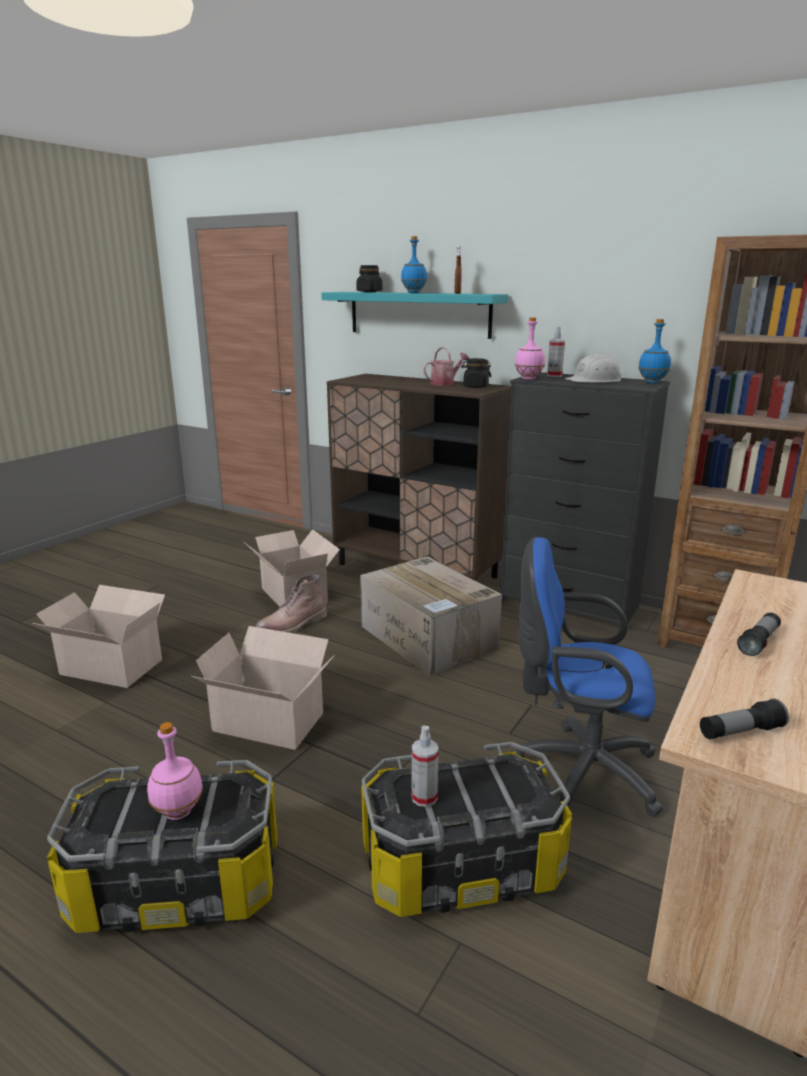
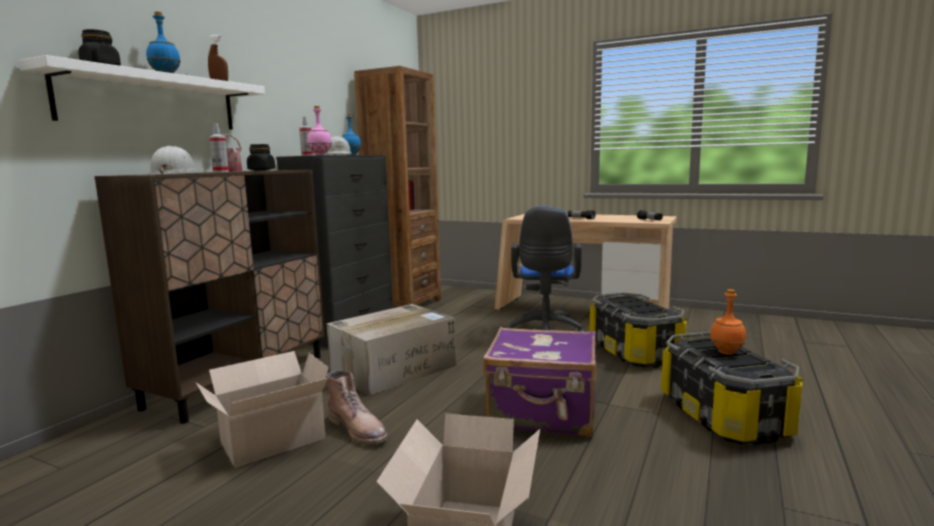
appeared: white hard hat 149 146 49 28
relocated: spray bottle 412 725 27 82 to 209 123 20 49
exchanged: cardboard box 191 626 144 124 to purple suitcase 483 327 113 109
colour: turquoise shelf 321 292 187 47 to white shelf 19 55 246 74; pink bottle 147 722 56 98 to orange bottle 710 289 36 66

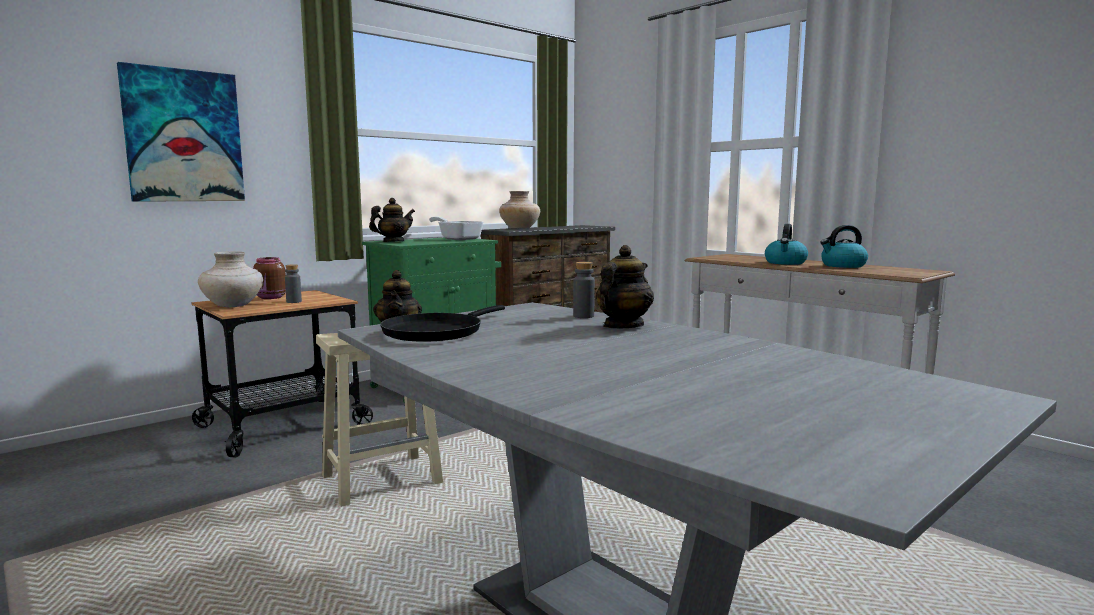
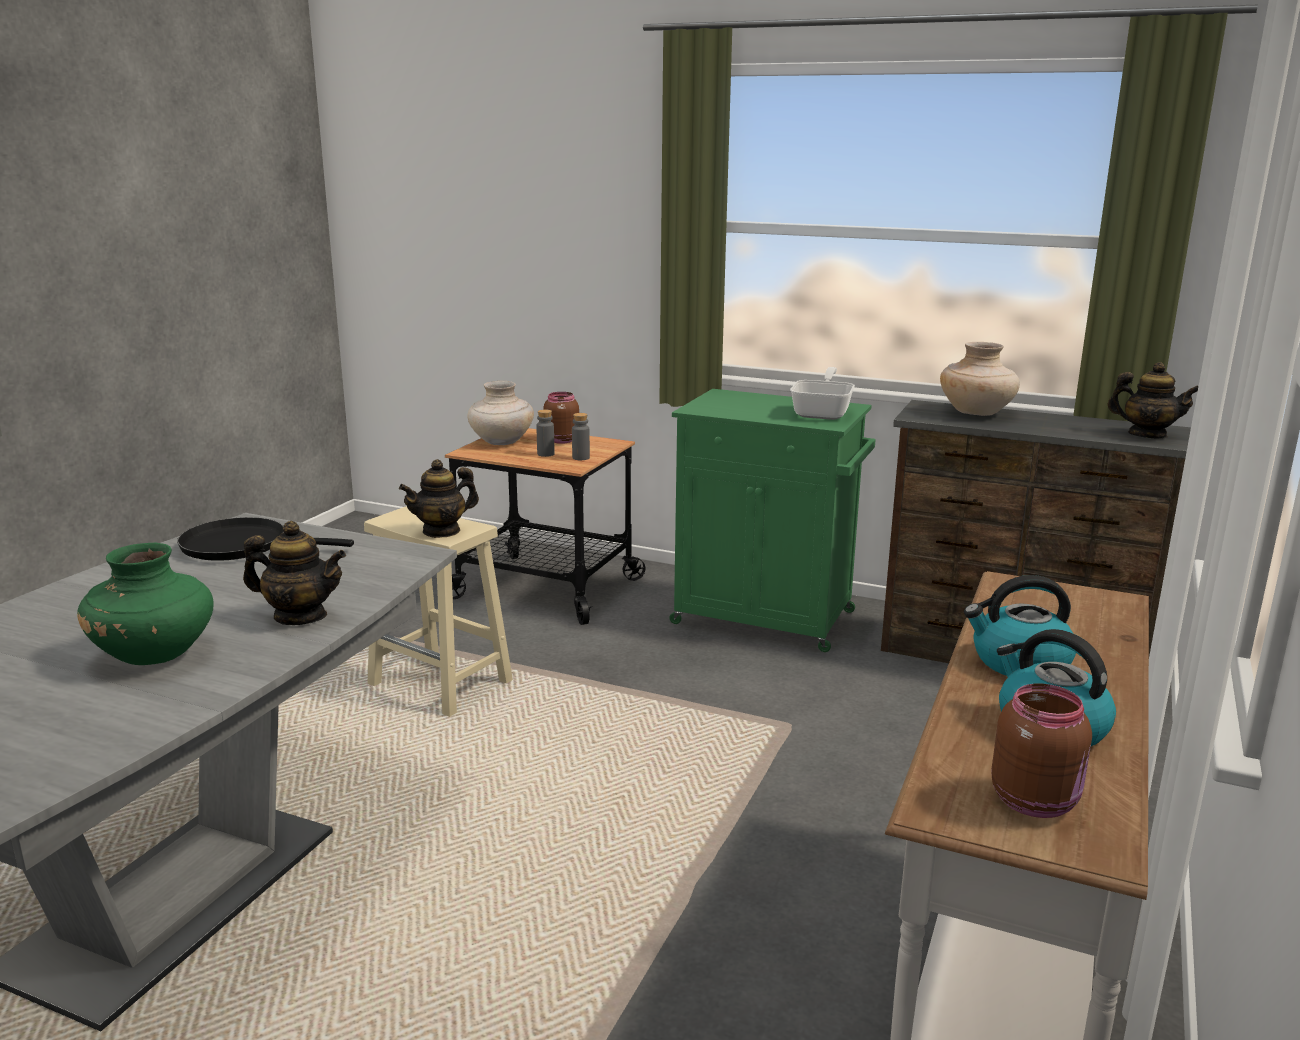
missing: picture 117 62 128 140
appeared: green vase 77 543 137 122; brown jar 991 684 101 134
relocated: teapot 369 198 46 44 to 1107 362 91 76; grey bottle 573 262 22 56 to 572 413 18 47

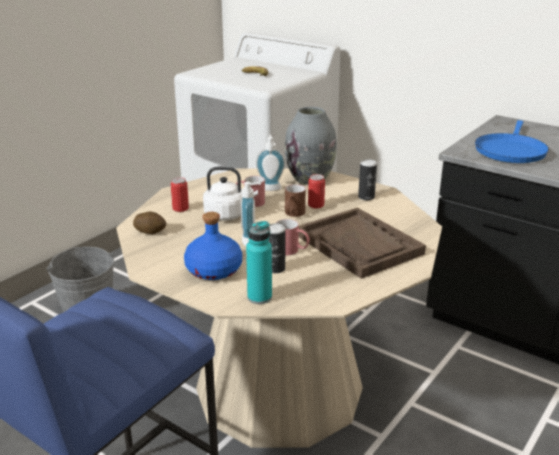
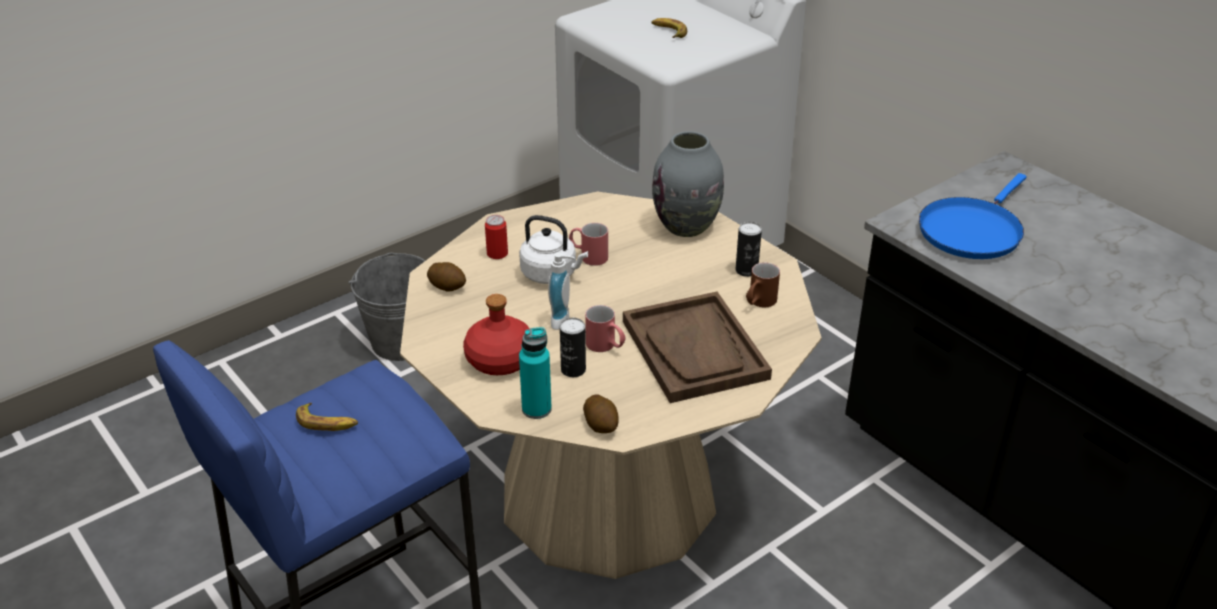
missing: soap dispenser 256 134 29 57; can 308 174 17 35
appeared: potato 583 394 36 39; banana 296 402 62 29
relocated: brown mug 285 184 21 33 to 746 262 34 45
colour: blue bottle 184 212 58 68 to red bottle 463 294 67 81

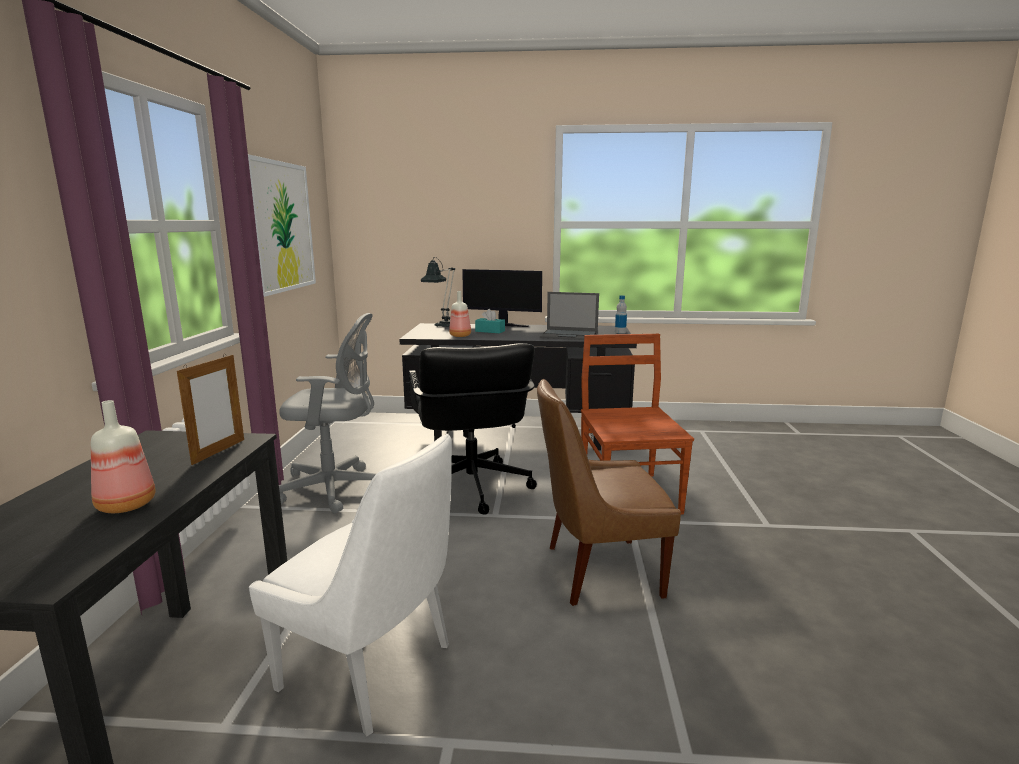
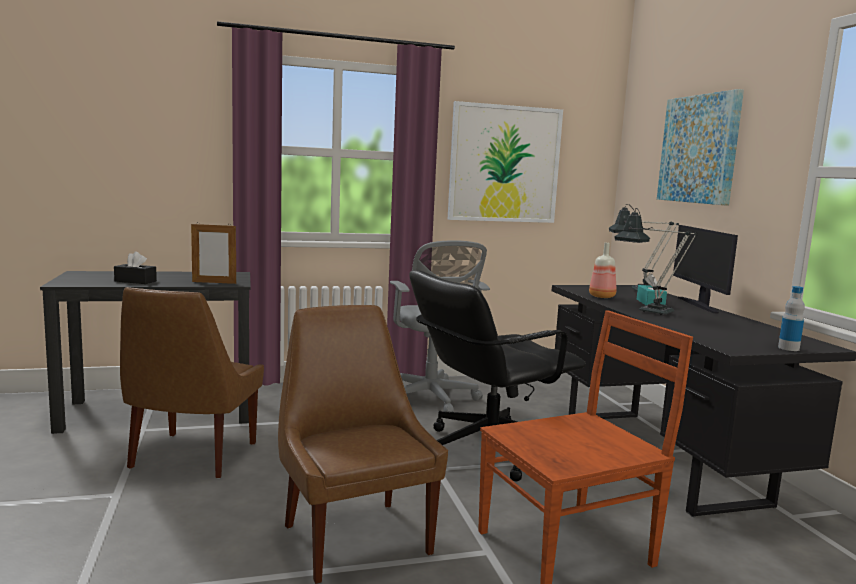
missing: laptop 540 292 59 48
appeared: picture 657 89 87 117; table lamp 614 208 84 107
exchanged: bottle 91 400 65 113 to black tissue box 114 251 43 33
colour: white chair 249 434 203 302 to brown chair 120 287 144 191

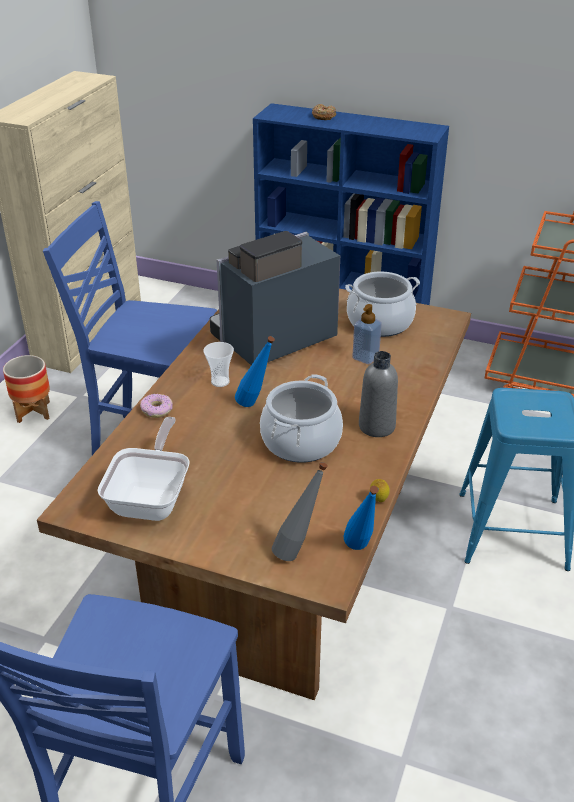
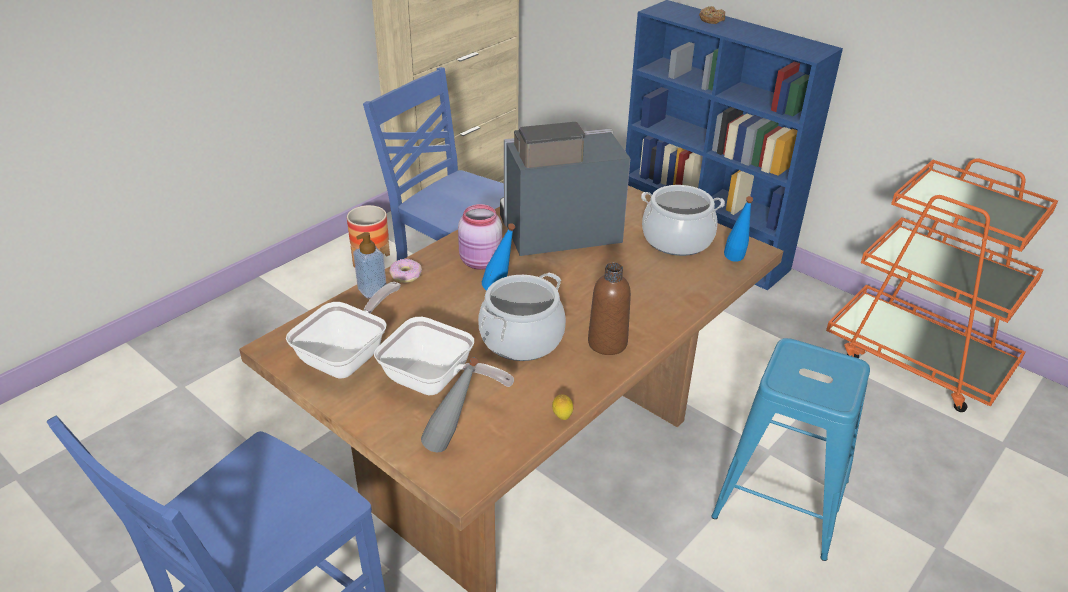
appeared: frying pan 374 317 140 78
relocated: soap dispenser 352 304 30 60 to 353 232 33 67; blue bottle 343 486 36 64 to 724 196 29 66
exchanged: cup 203 342 31 45 to pink jar 458 204 44 66
colour: grey bottle 359 351 39 86 to brown bottle 588 263 43 92

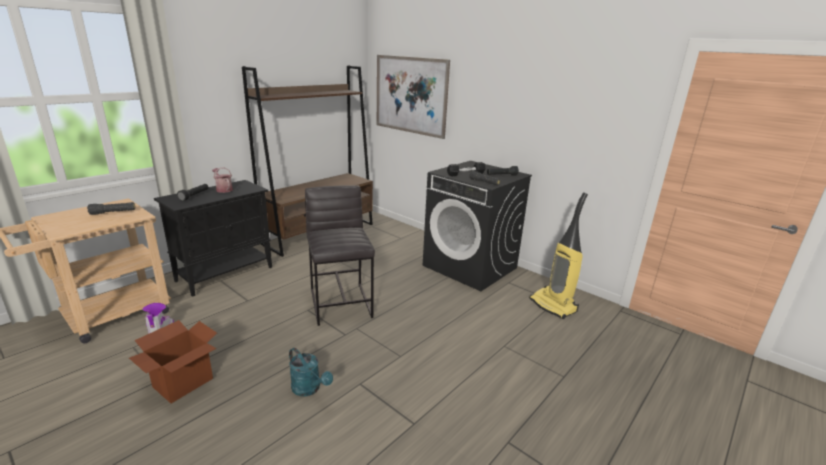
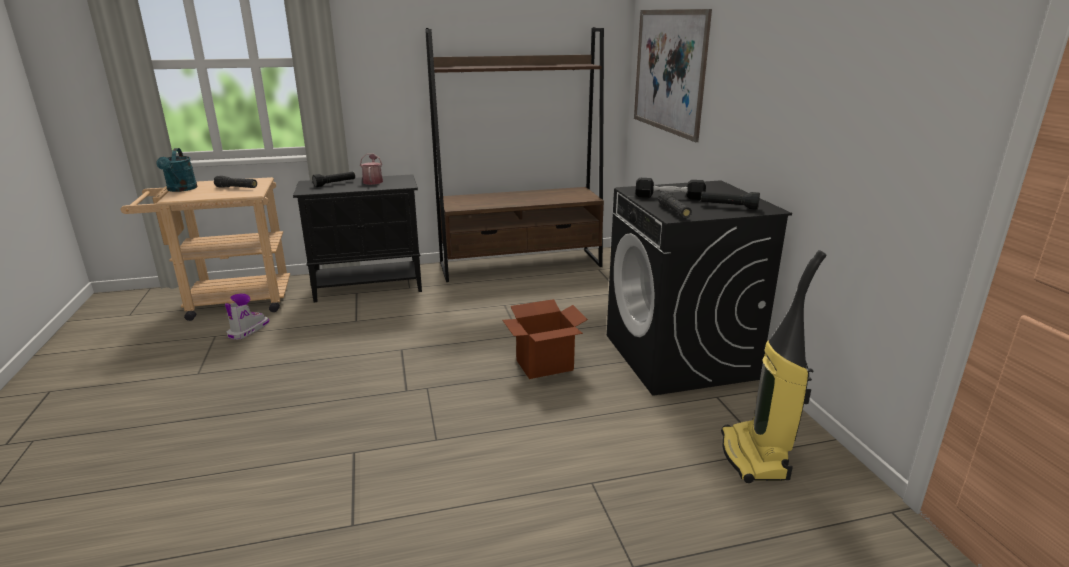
missing: grey stool 305 185 70 141
relocated: cardboard box 129 320 88 83 to 502 299 86 80; turquoise watering can 289 348 44 48 to 156 148 42 44

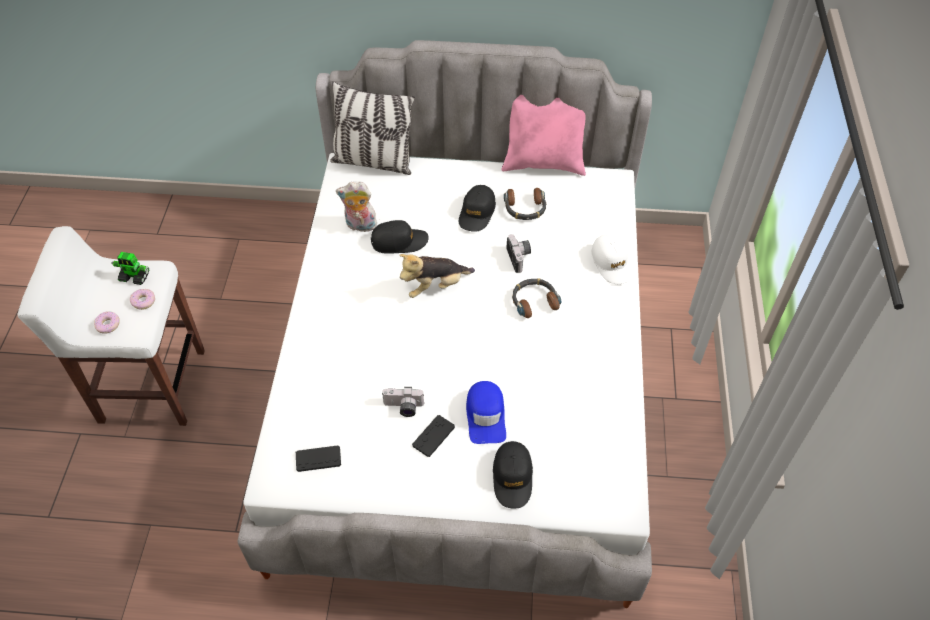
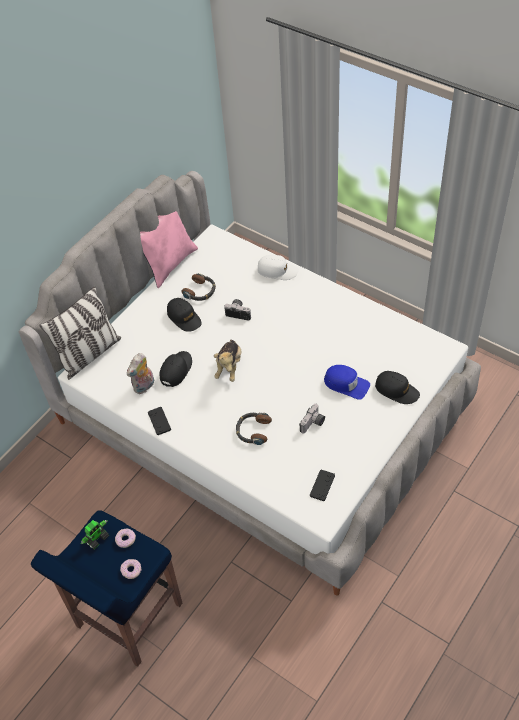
relocated: headphones 512 278 49 40 to 236 412 36 33; black game controller 412 415 43 42 to 148 407 23 28
colour: white stool 18 226 187 200 to blue stool 31 510 151 157

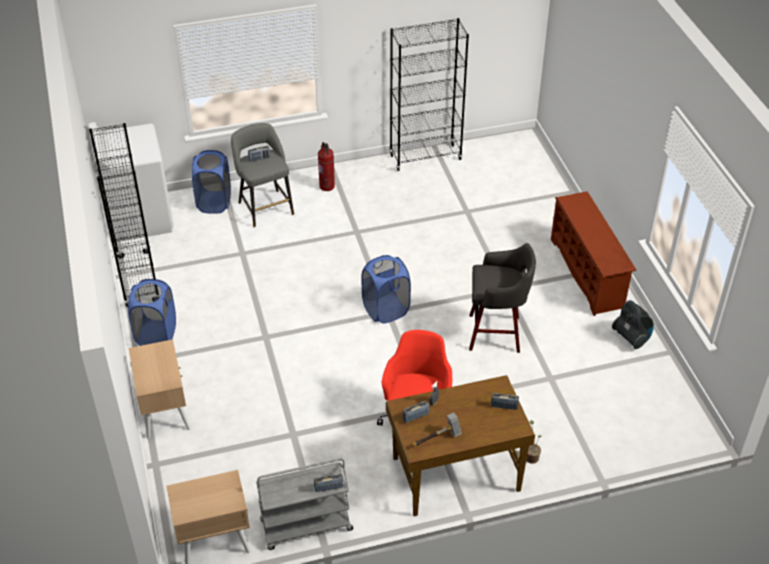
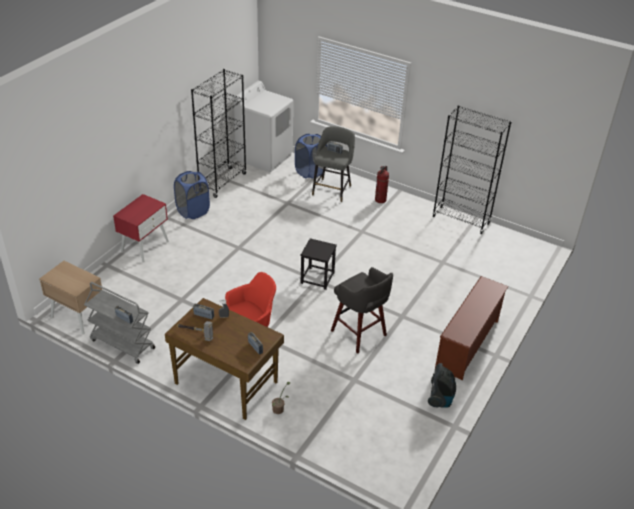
exchanged: blue laundry basket 361 255 50 69 to black stool 301 238 36 52
colour: beige nightstand 129 339 62 100 to red nightstand 113 194 56 68

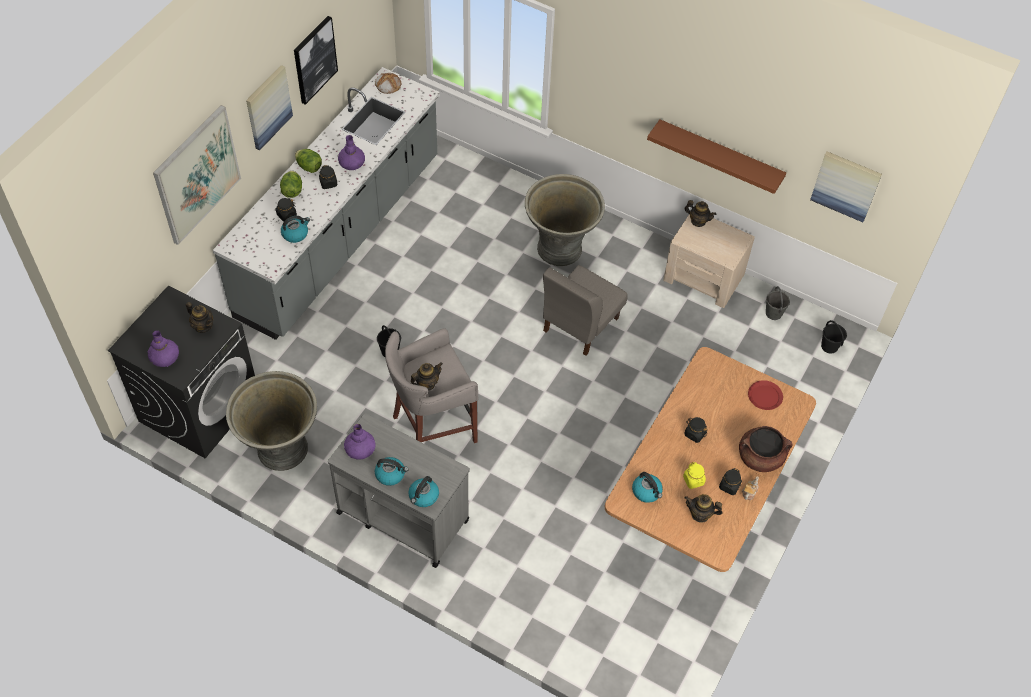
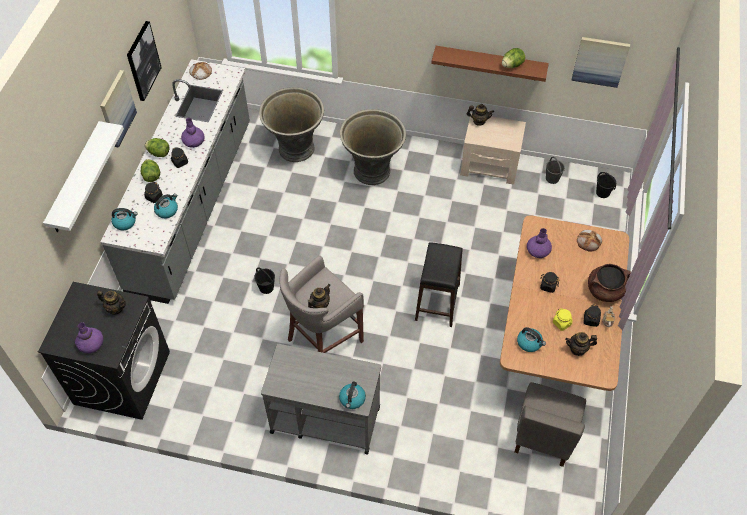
appeared: lettuce 502 48 23 20; black stool 415 242 48 85
relocated: grey chair 543 265 85 91 to 515 382 71 85; grey planter 226 371 91 100 to 259 87 65 75; purple vase 344 424 31 36 to 527 228 25 30; kettle 375 457 34 29 to 111 208 26 22
exchanged: picture 153 105 88 140 to white shelf 43 121 81 111; red plate 748 380 35 30 to bread 577 230 25 22

